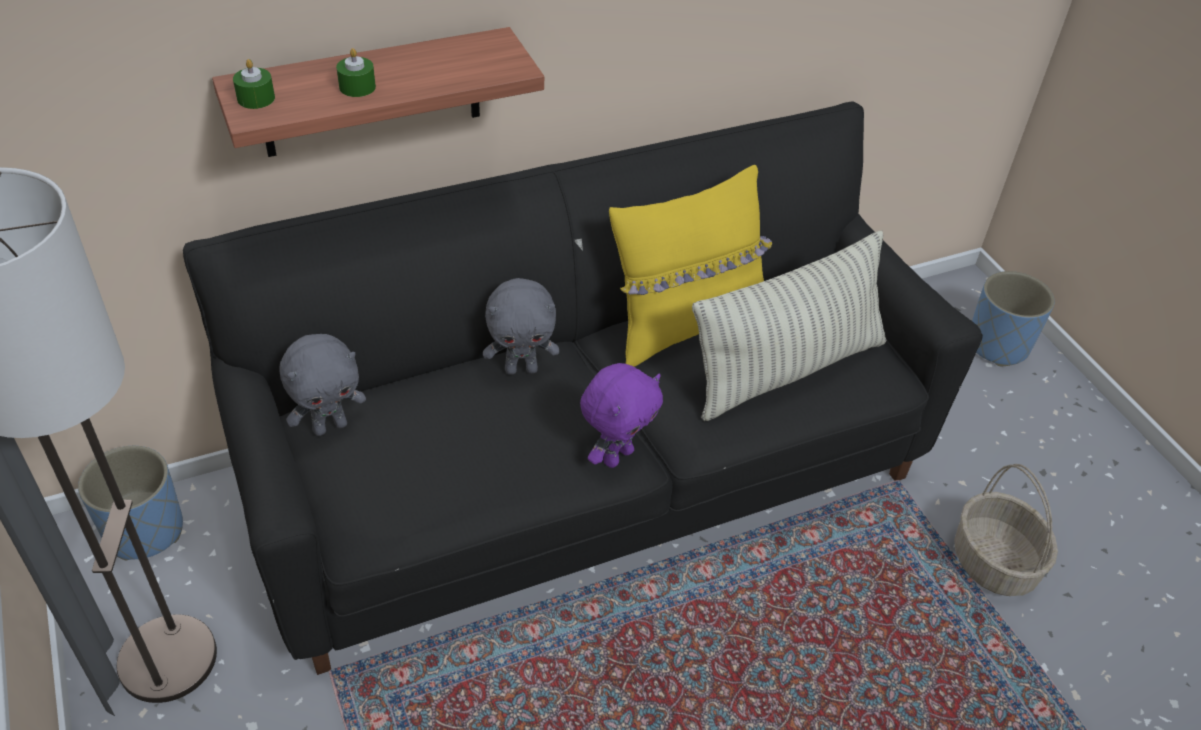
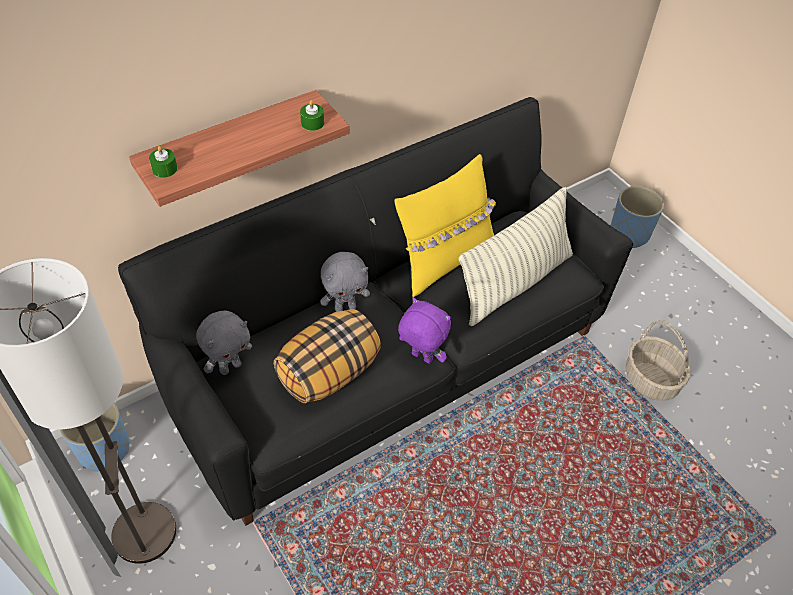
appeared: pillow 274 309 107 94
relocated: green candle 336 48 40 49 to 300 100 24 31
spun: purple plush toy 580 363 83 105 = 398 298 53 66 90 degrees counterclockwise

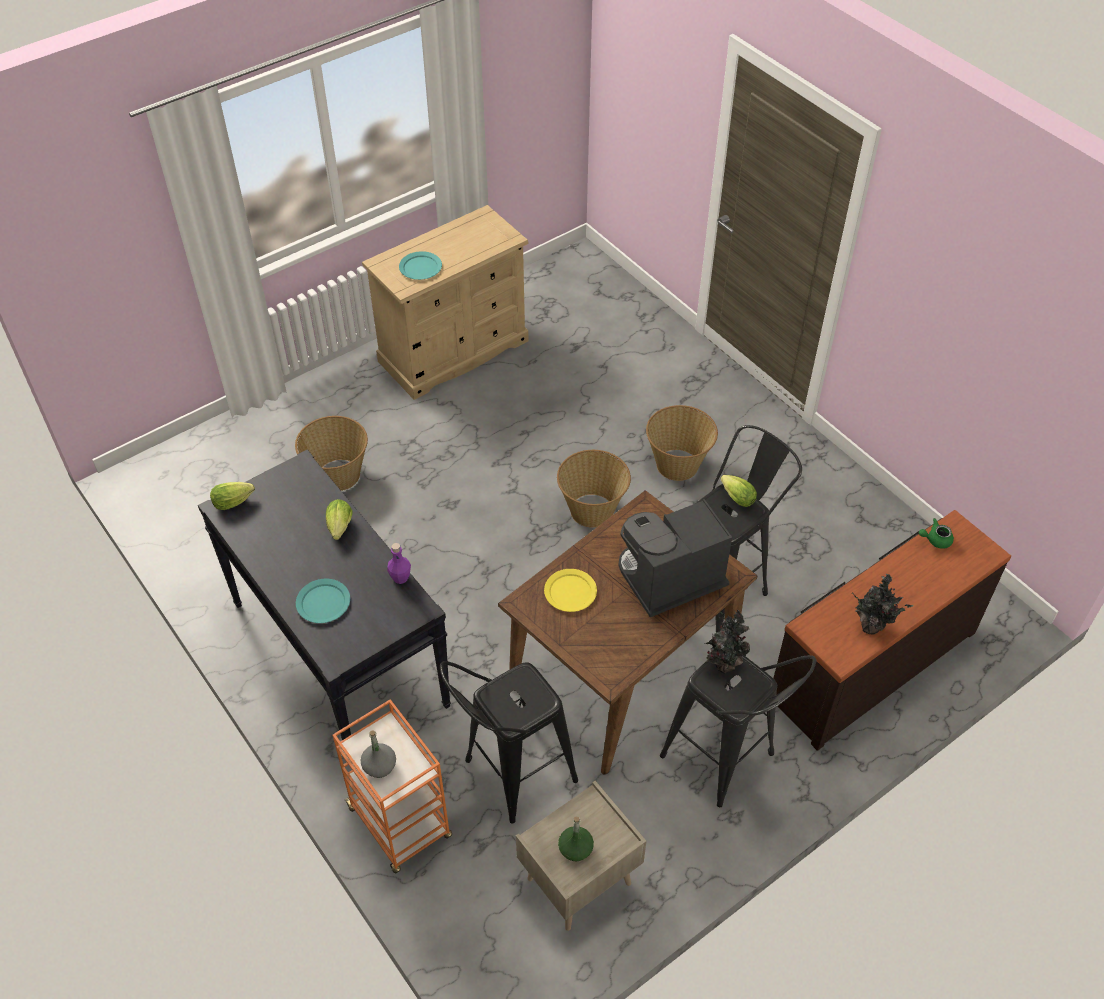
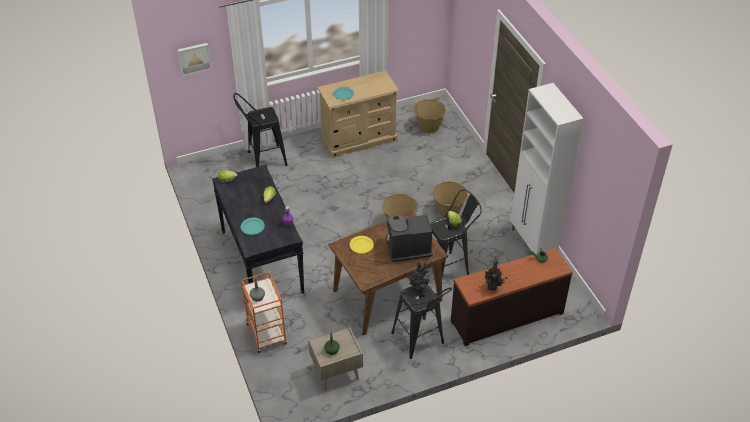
appeared: picture 178 43 34 33; white cabinet 511 83 73 171
relocated: basket 295 416 73 75 to 413 99 33 34; black stool 440 661 138 163 to 233 93 55 74

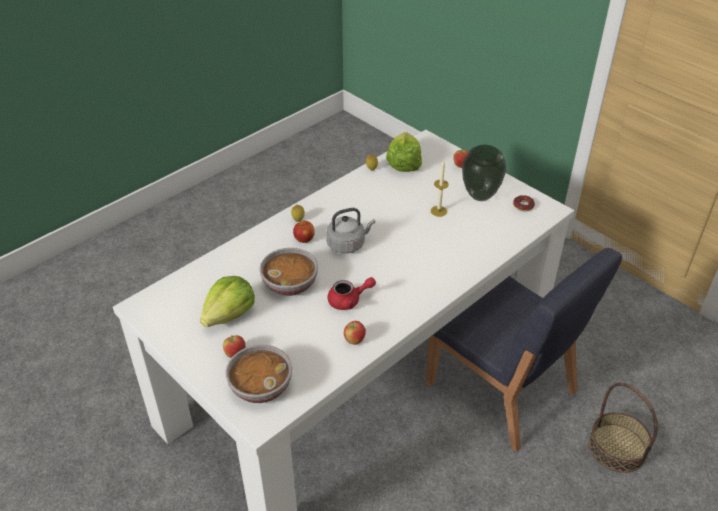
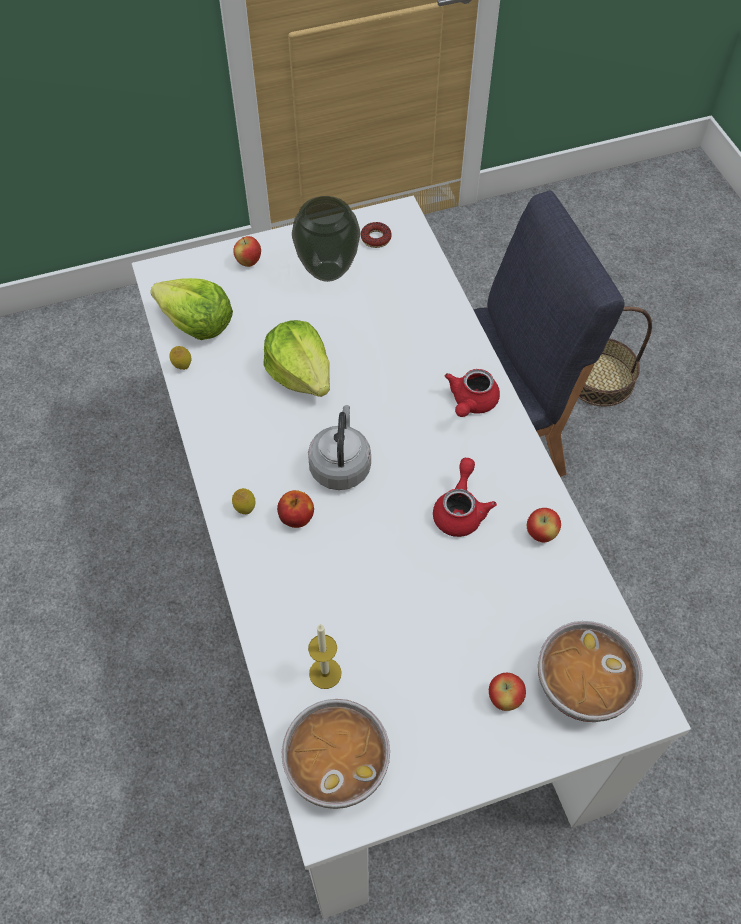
appeared: red teapot 444 369 56 48
relocated: candle 431 160 18 57 to 308 624 34 65; bowl 260 248 58 48 to 282 699 108 110; lettuce 200 276 55 51 to 263 320 67 77

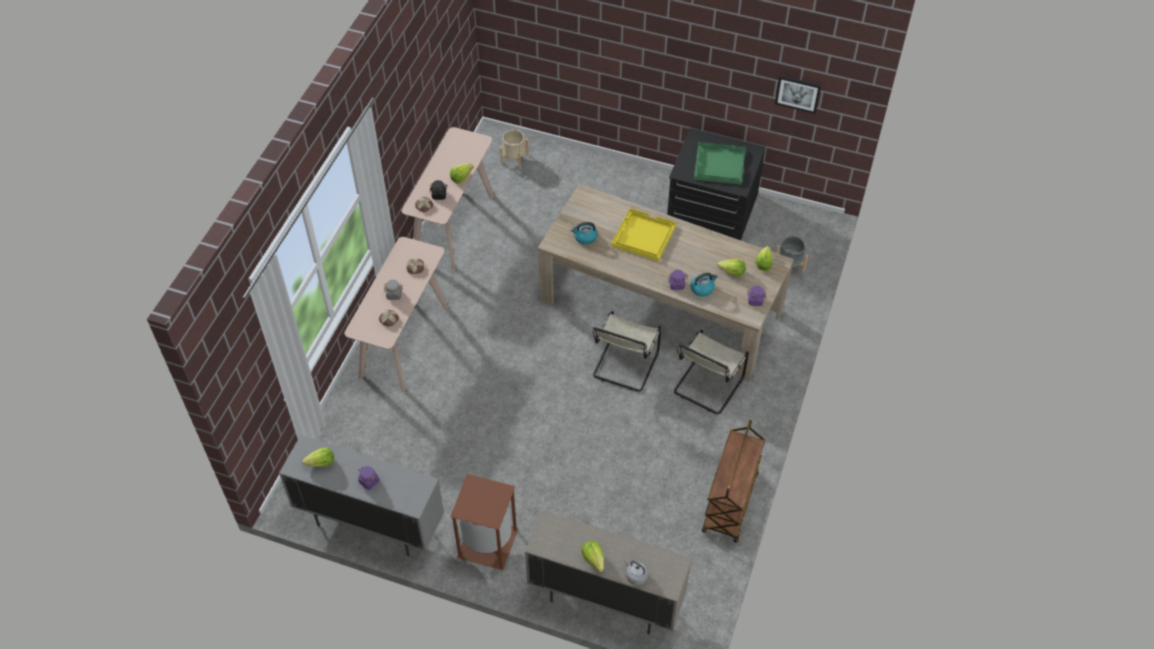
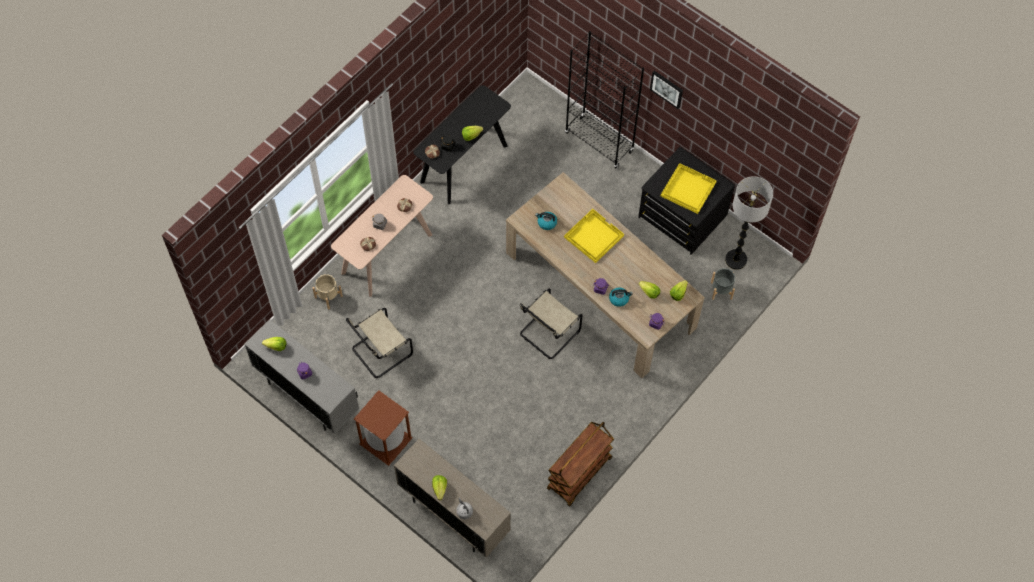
appeared: black bookcase 565 31 79 138; floor lamp 725 176 48 94
relocated: picture 775 75 46 39 to 650 71 33 38; beige planter 500 130 29 40 to 312 274 31 35; beige chair 674 330 75 84 to 346 308 67 70
colour: beige console table 402 127 92 143 to black console table 413 85 98 119; green tray 694 142 52 43 to yellow tray 661 163 56 51

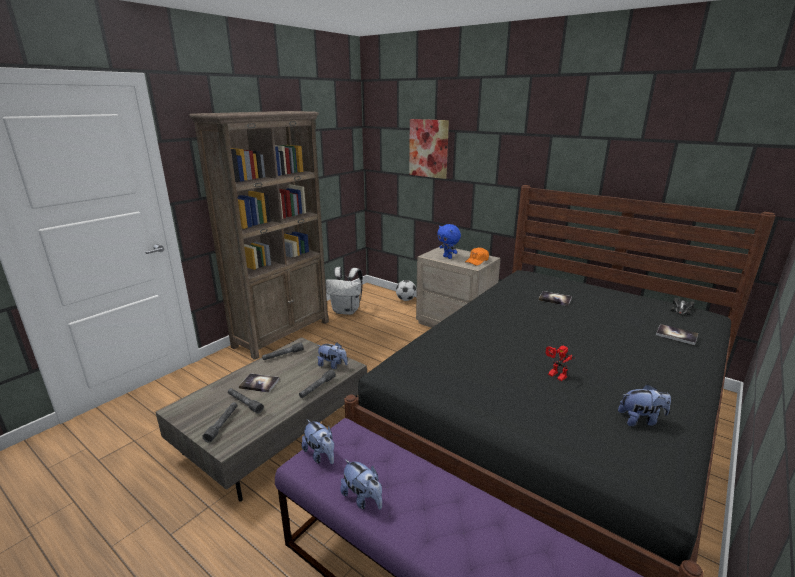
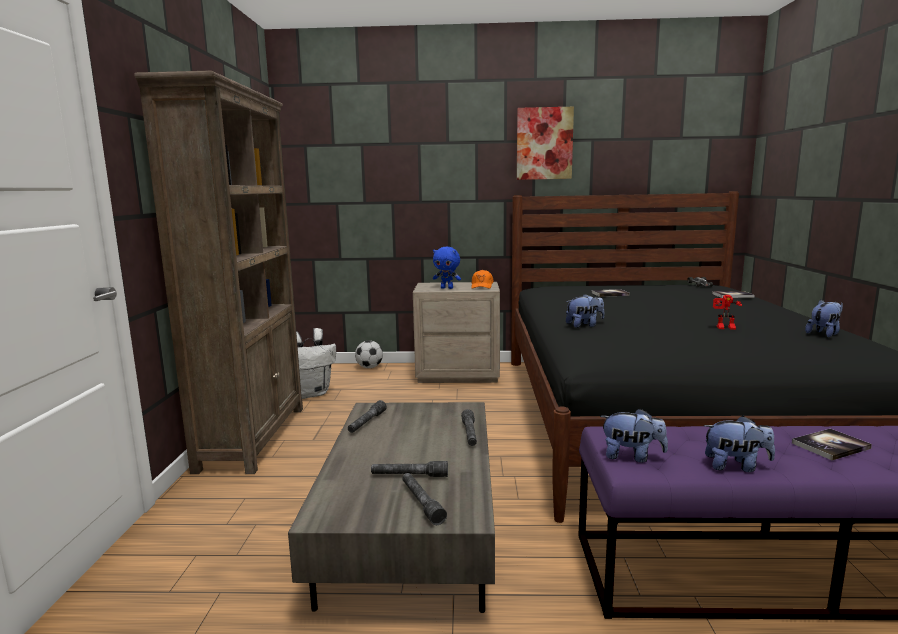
relocated: picture 409 119 40 60 to 517 107 57 73; plush toy 317 342 31 27 to 566 294 38 34; book 239 373 41 19 to 792 429 80 31

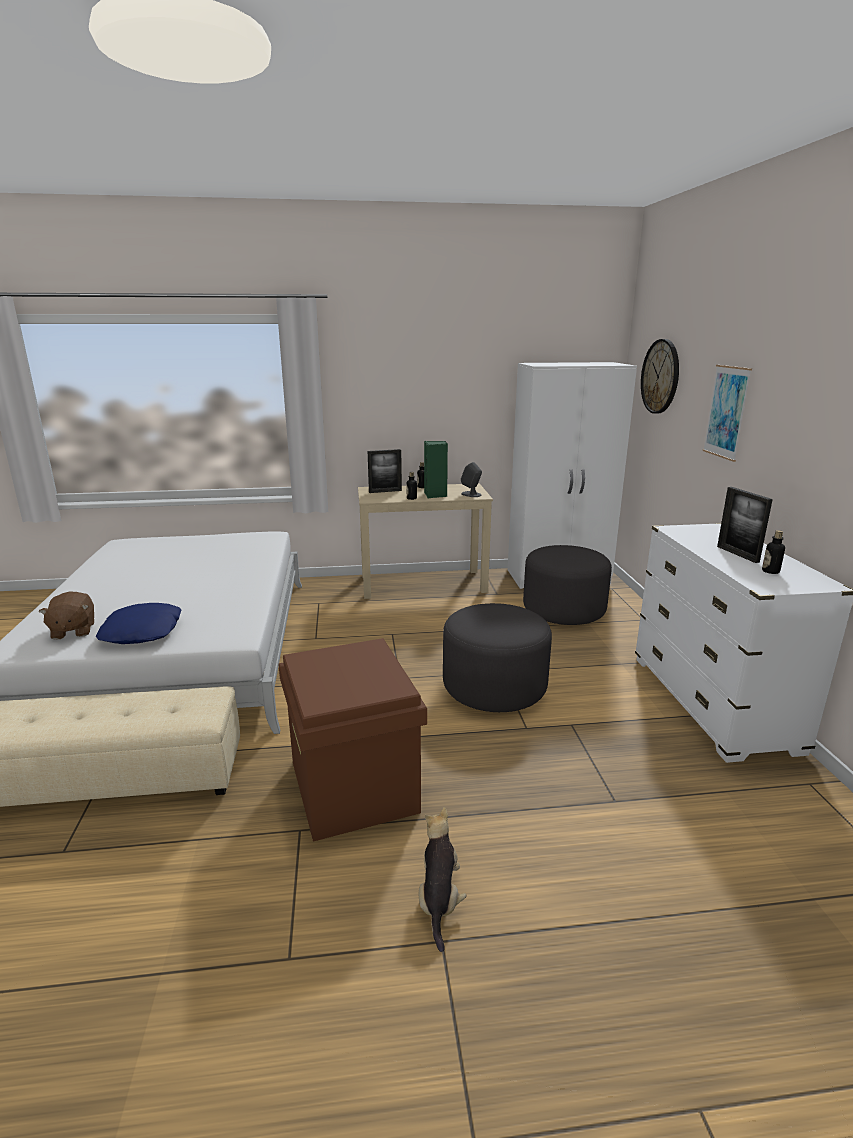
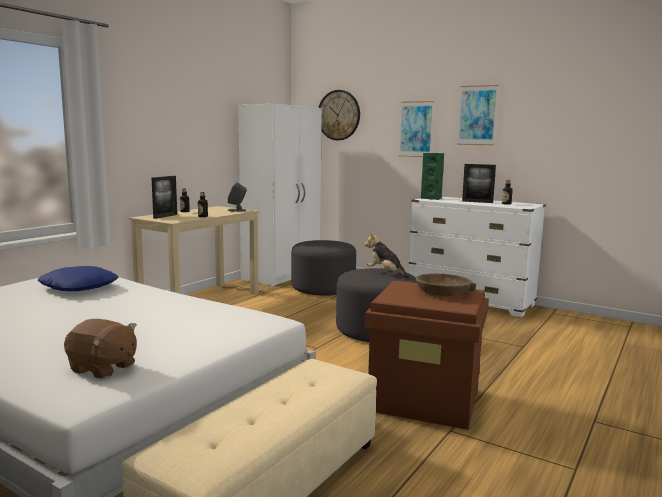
appeared: picture 457 85 42 61; brown bowl 416 273 60 23
relocated: green speaker 424 441 24 57 to 421 153 23 47; blue pillow 96 603 86 41 to 38 266 80 25; plush toy 419 807 48 145 to 364 232 47 47

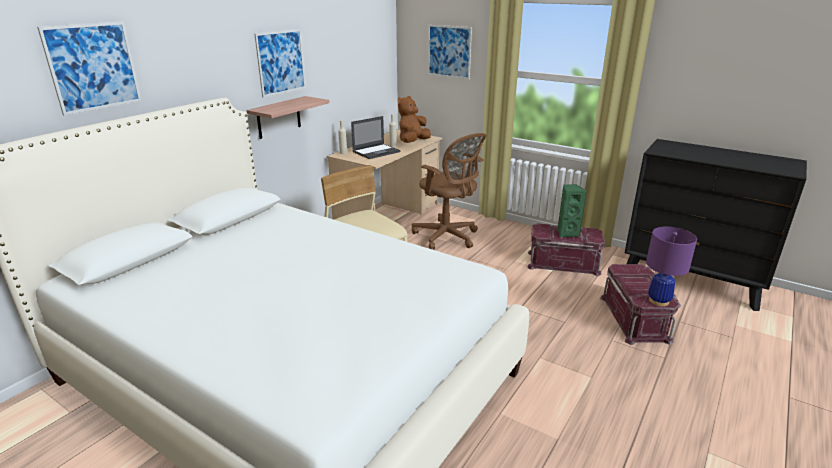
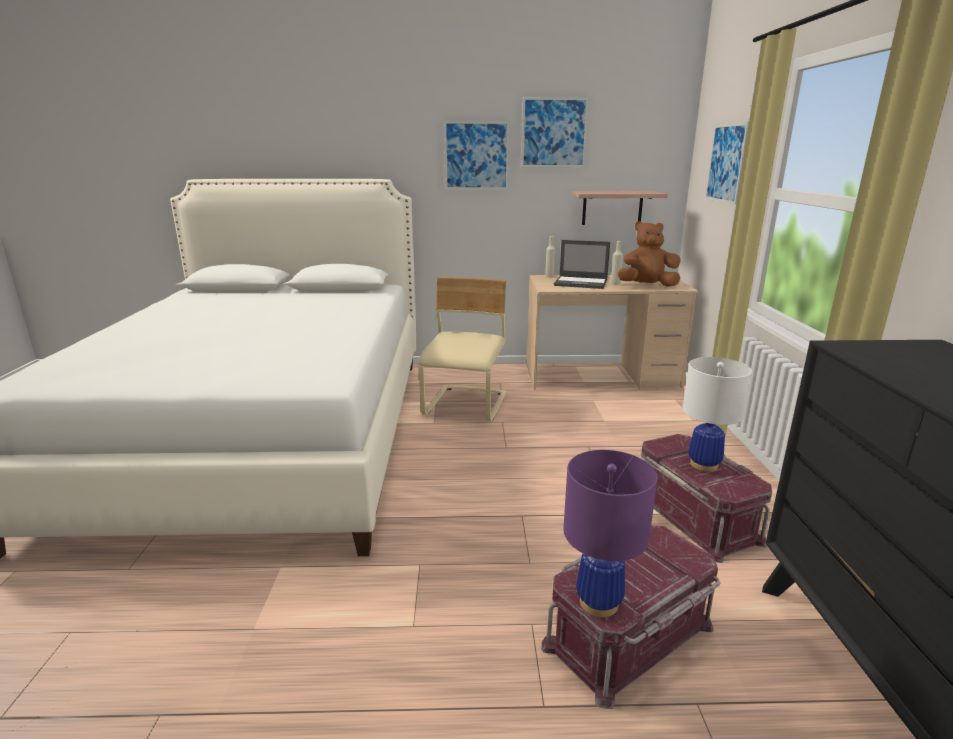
missing: brown office chair 412 133 75 116
relocated: picture 37 21 105 94 to 521 97 68 70; shelf 246 96 83 43 to 572 191 96 34
exchanged: green speaker 558 184 29 53 to white table lamp 683 357 69 115

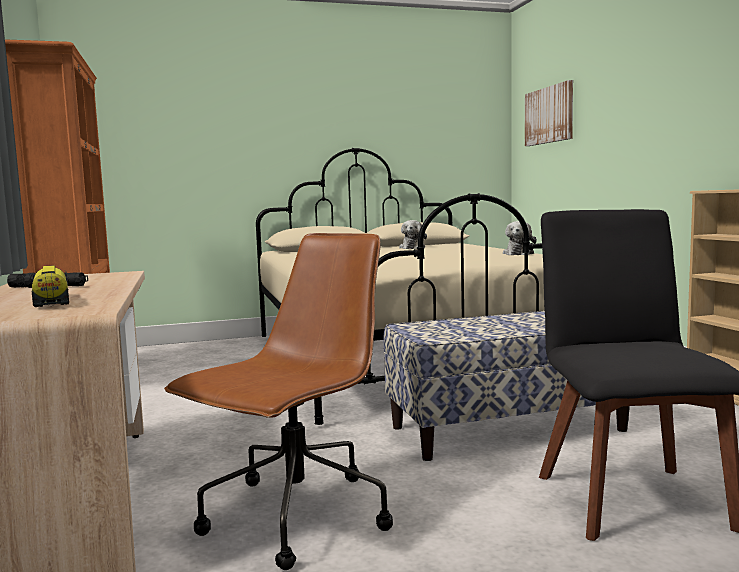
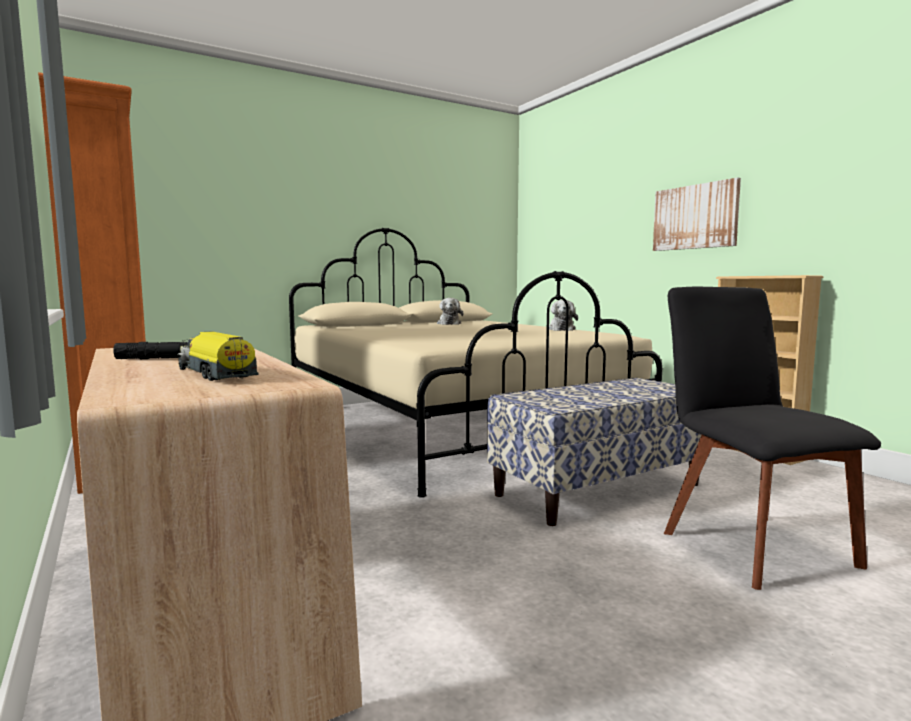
missing: brown office chair 164 233 229 337
relocated: picture 525 80 48 66 to 653 177 88 74

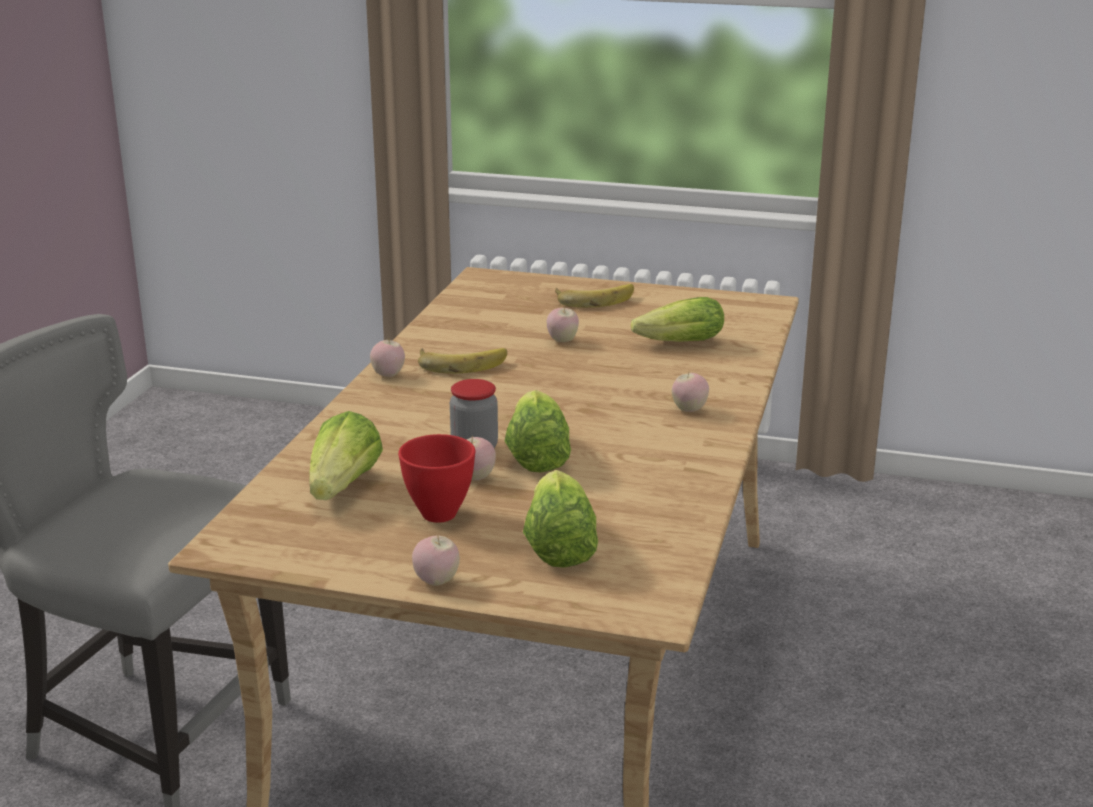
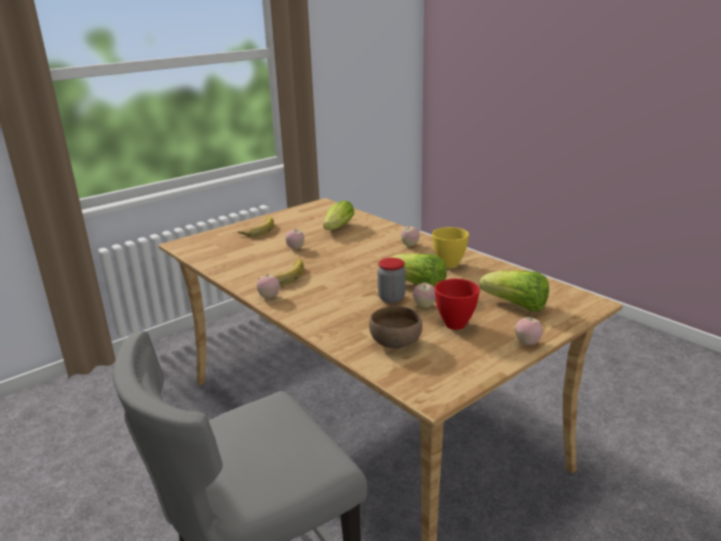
appeared: yellow bowl 432 227 37 41
exchanged: lettuce 309 411 74 89 to brown bowl 369 306 53 42

